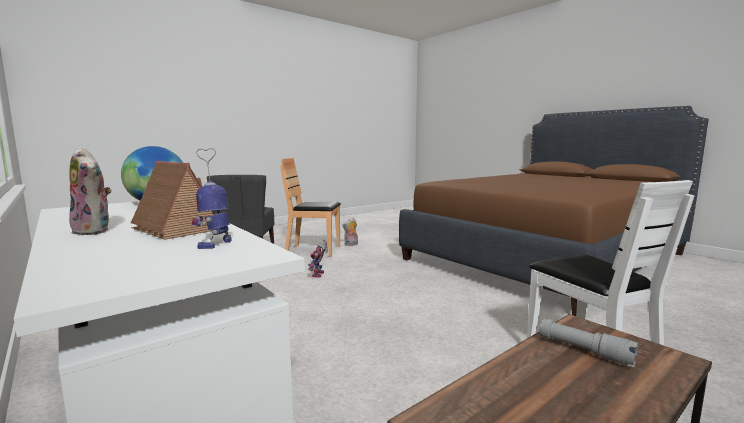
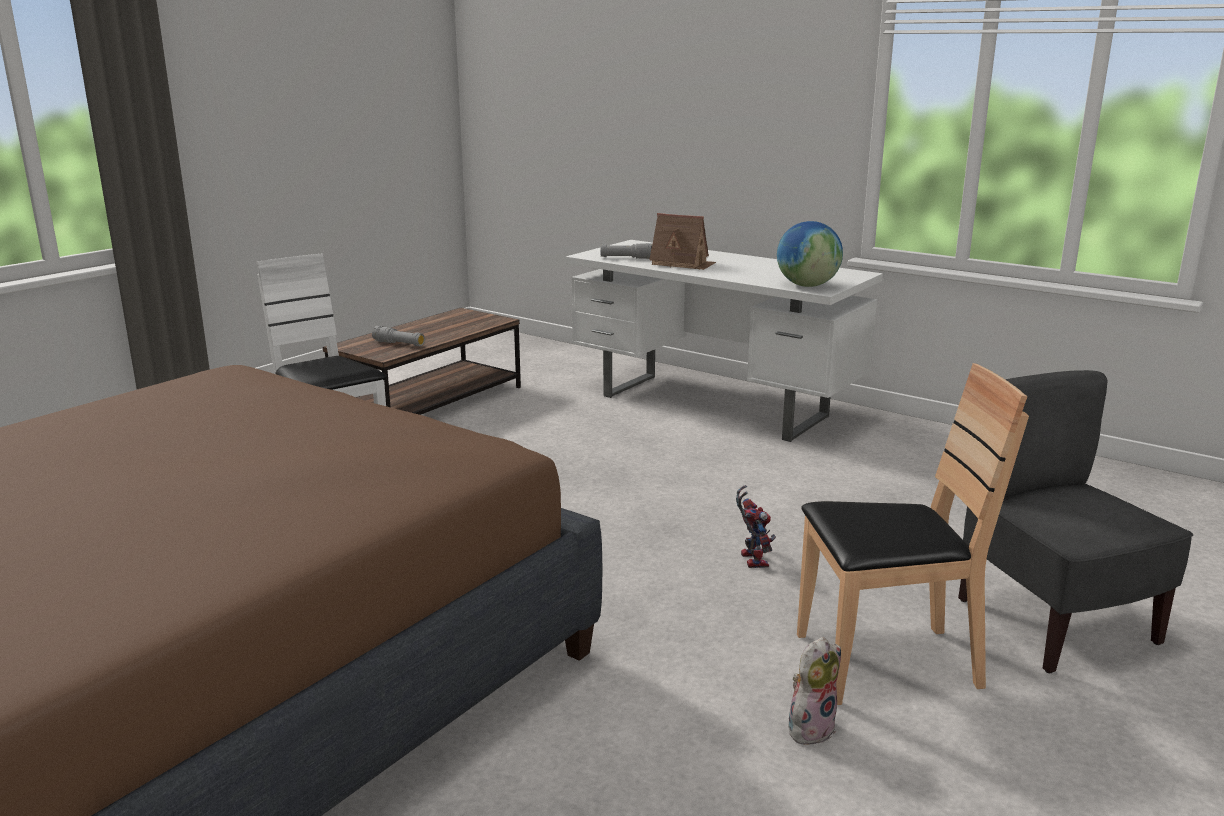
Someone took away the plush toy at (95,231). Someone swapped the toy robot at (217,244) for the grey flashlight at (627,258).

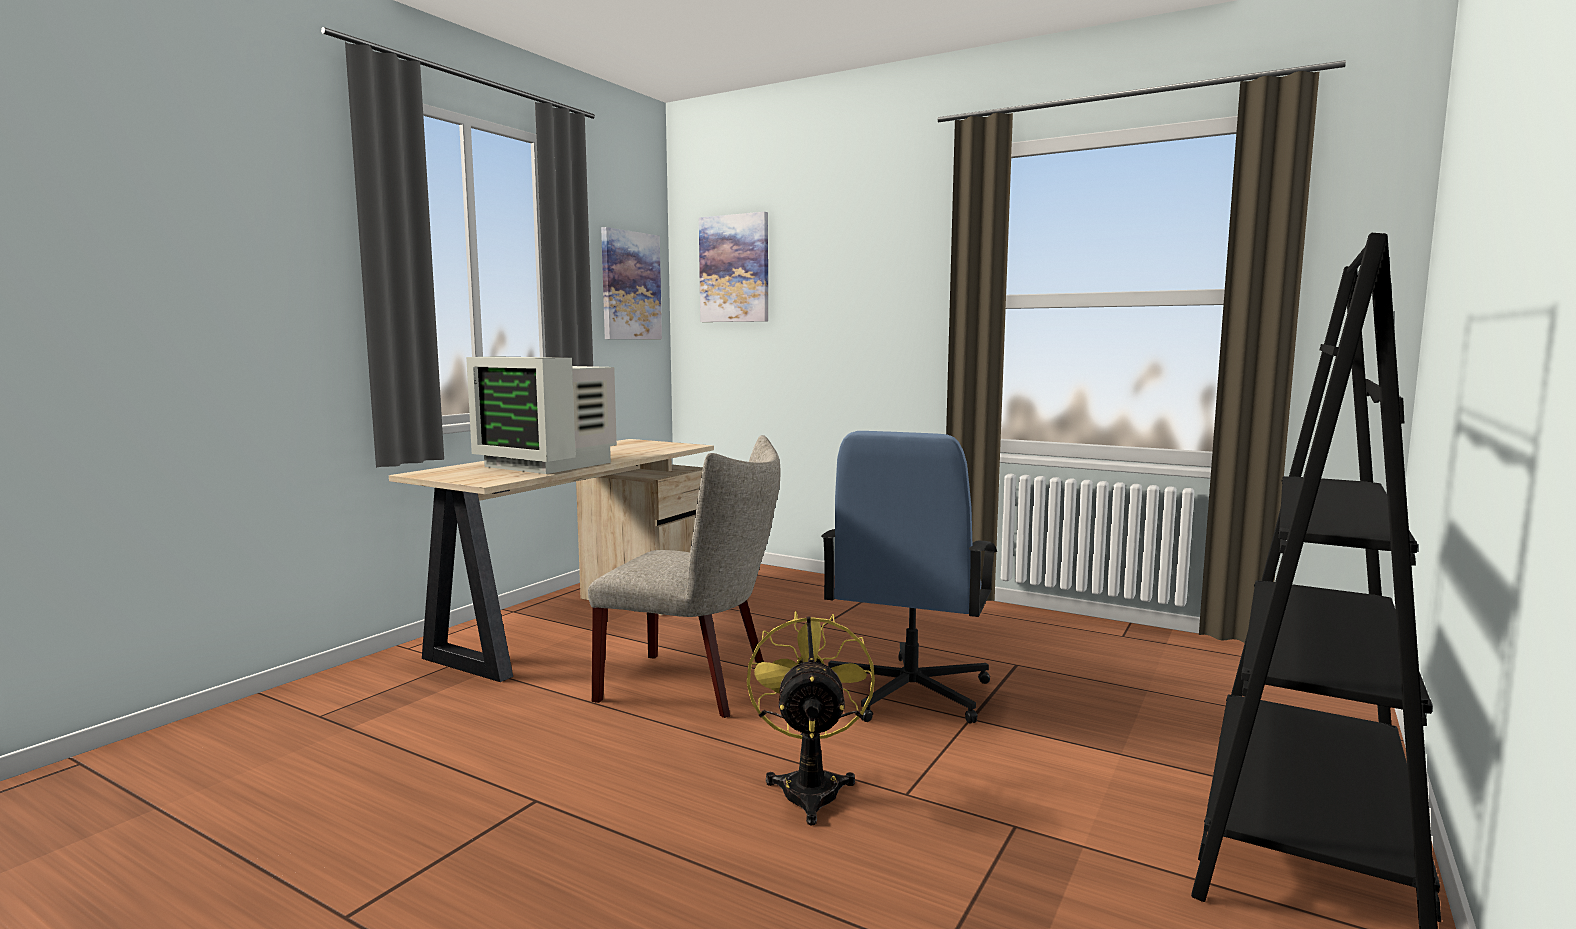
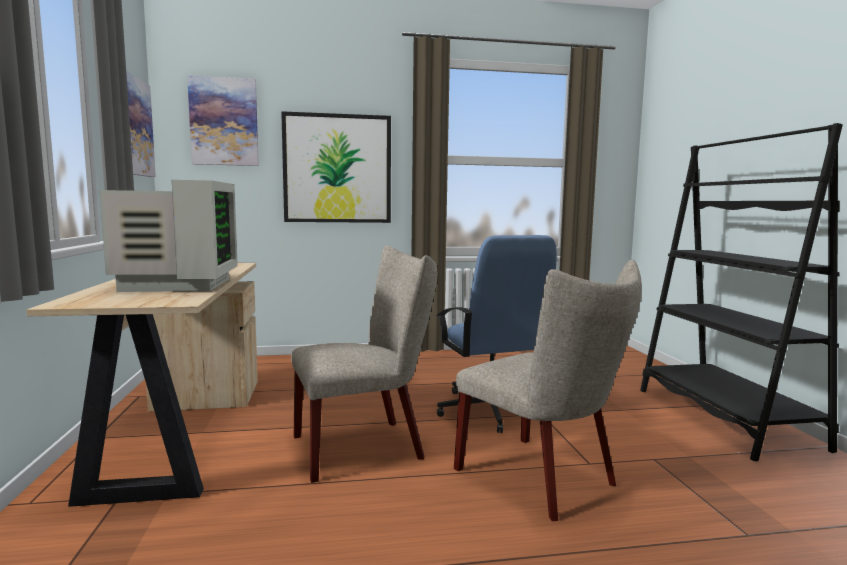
Someone put up the picture at (337,169). Someone swapped the yellow fan at (810,786) for the beige chair at (543,479). Someone rotated the monitor at (549,464) by 90 degrees counterclockwise.

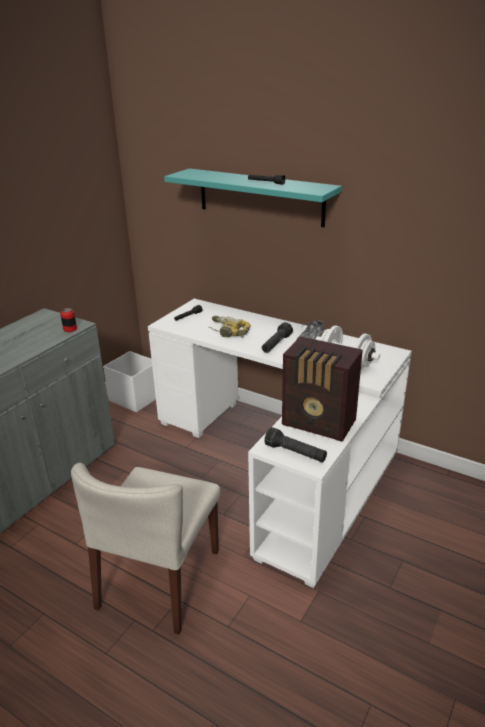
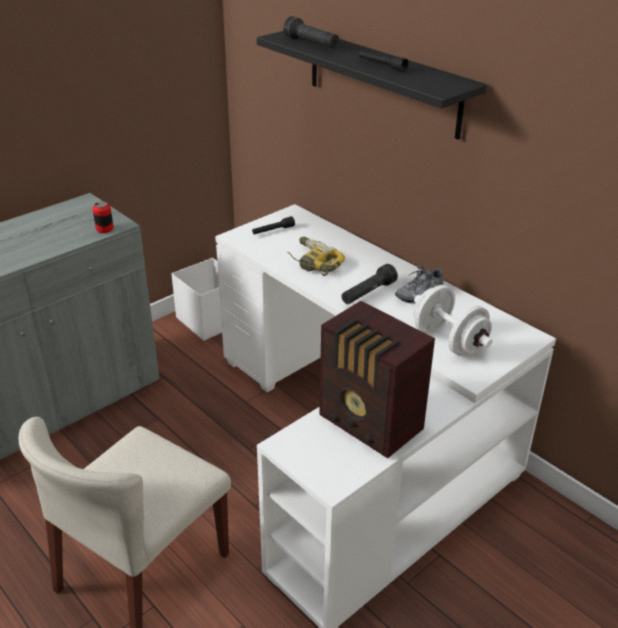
Someone carried the black flashlight from (295,453) to (312,44). Someone repainted the turquoise shelf at (260,197), which became the black shelf at (382,81).

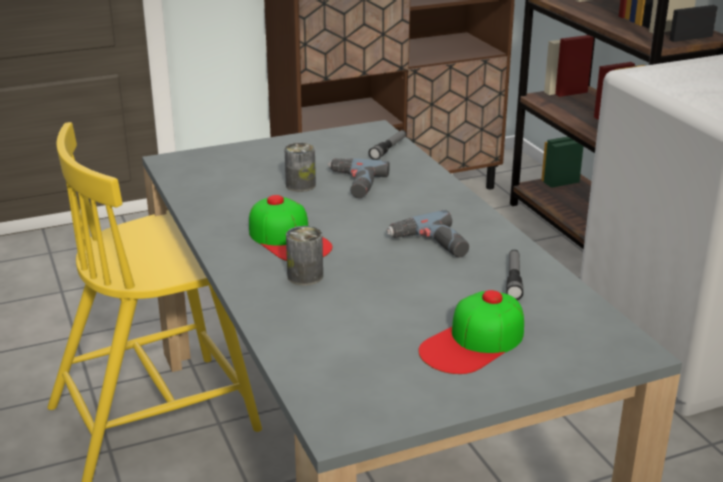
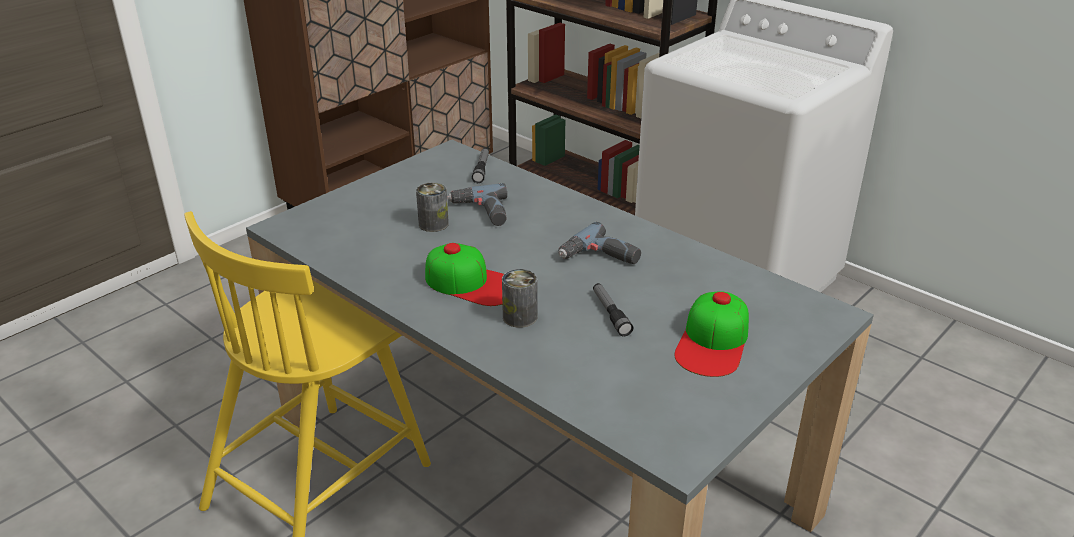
Someone carried the flashlight from (513,280) to (610,314).

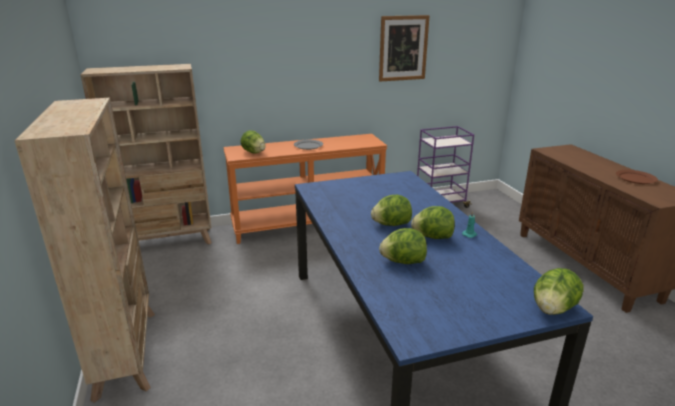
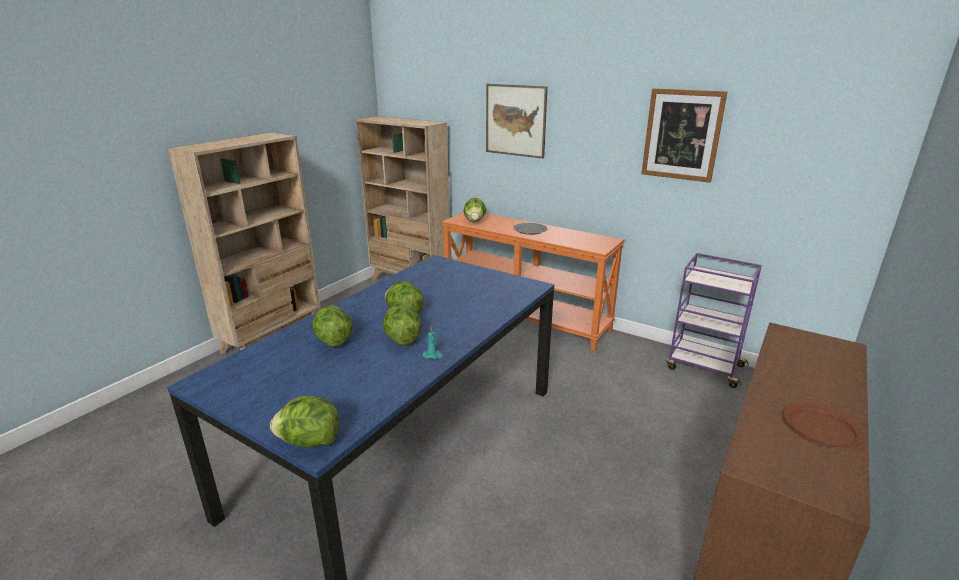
Someone put up the picture at (515,120).

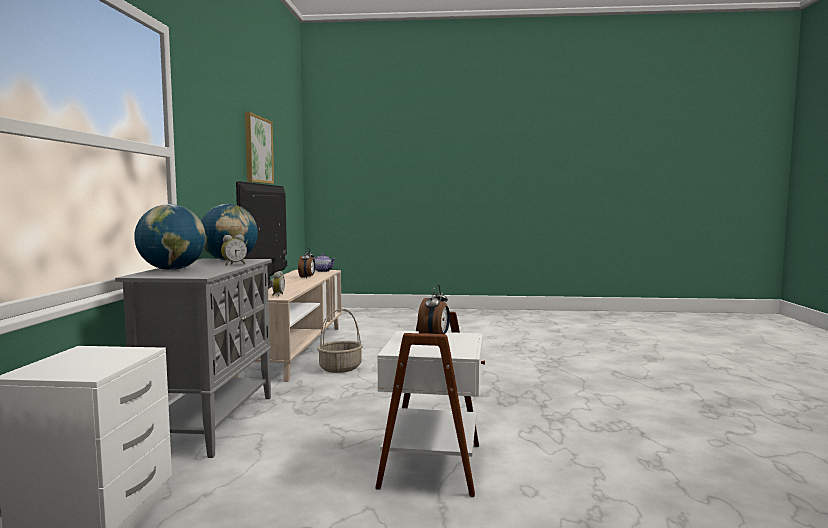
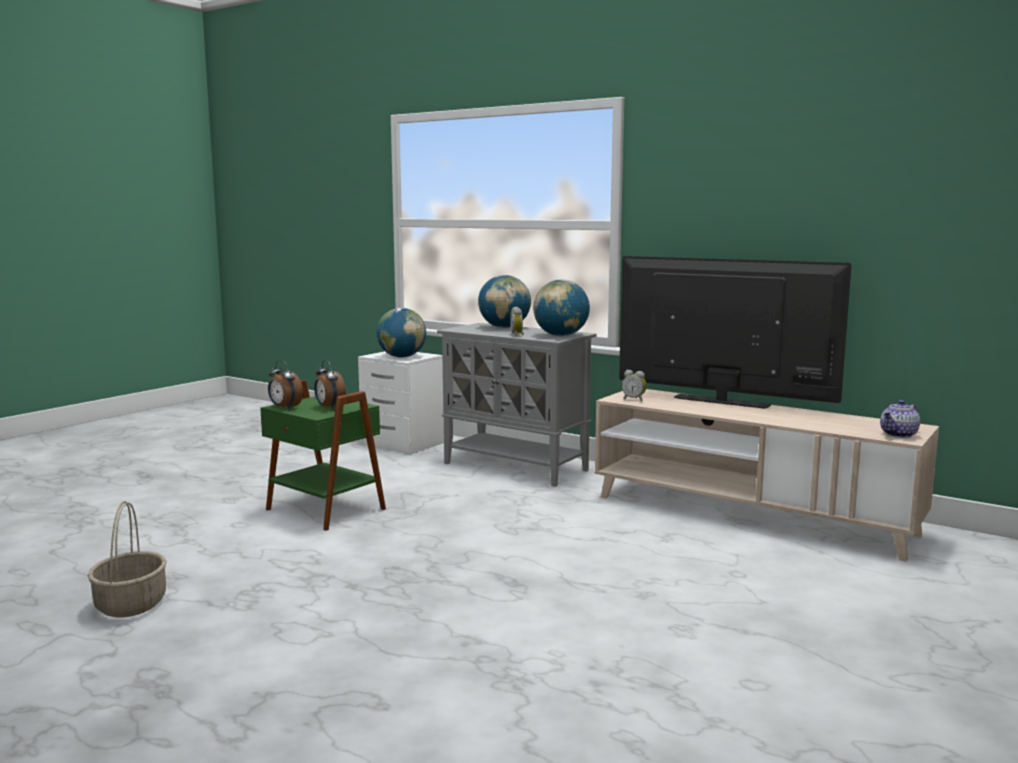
Someone took away the picture at (258,150). Someone put down the globe at (402,357). Someone carried the alarm clock from (307,277) to (284,408). Someone carried the basket from (340,368) to (130,604). Someone repainted the white side table at (434,465), which became the green side table at (324,510).

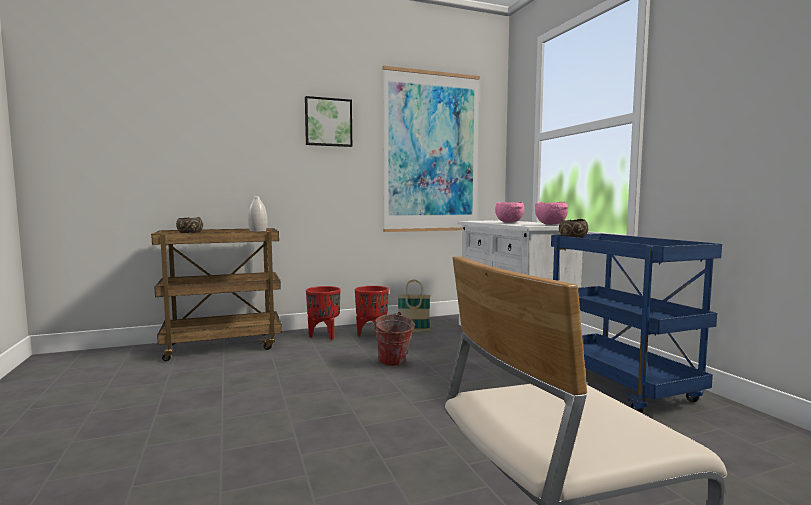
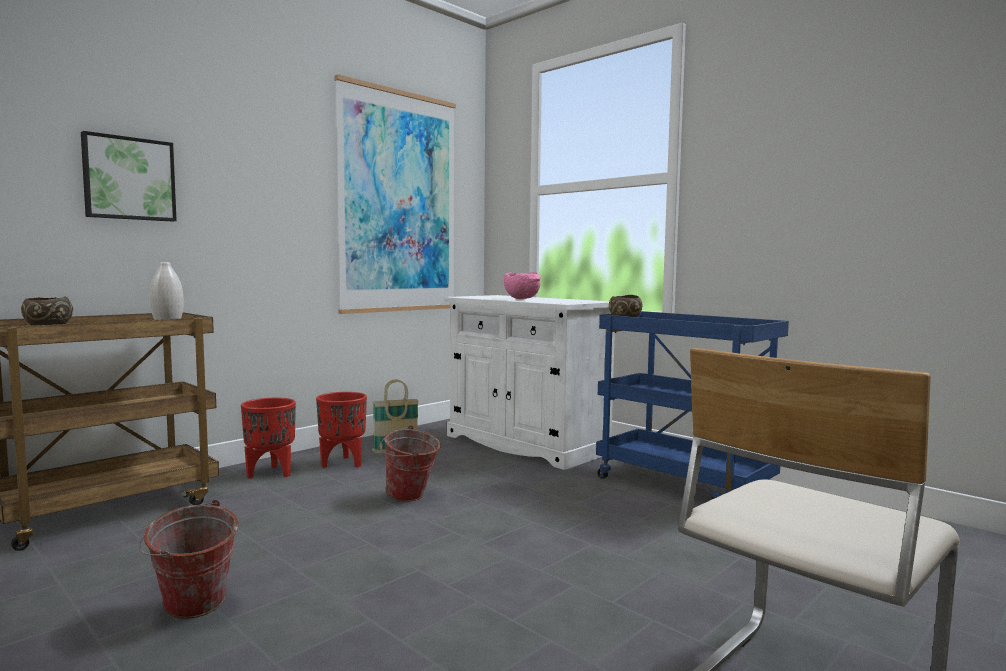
Someone took away the pink bowl at (551,224). Someone put down the bucket at (192,612). Someone carried the picture from (328,122) to (129,179).

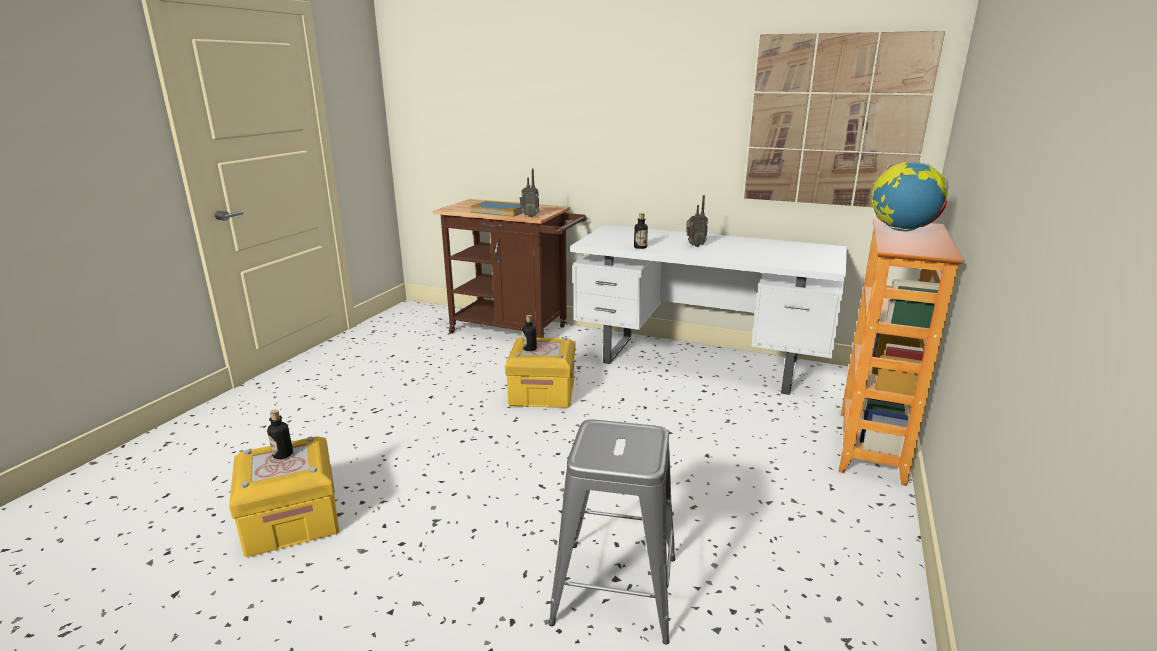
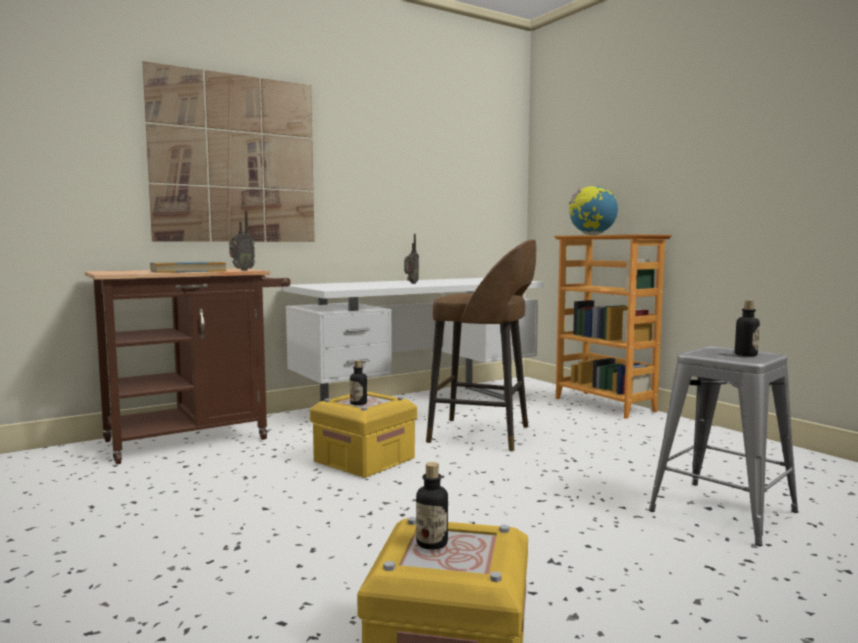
Someone put down the brown stool at (483,435). Someone carried the bottle from (640,247) to (746,355). Someone carried the picture from (835,122) to (235,159).

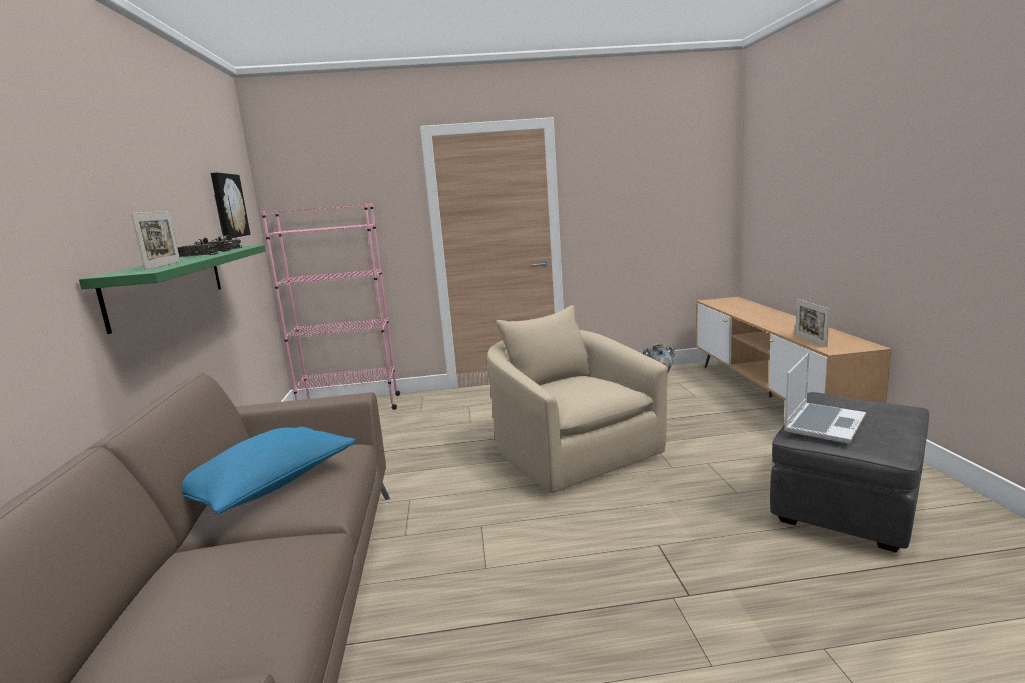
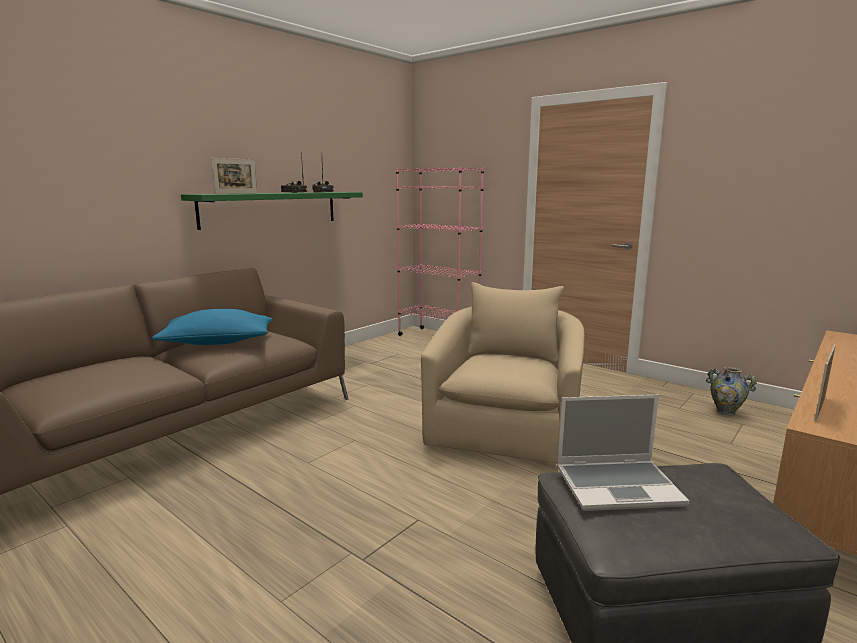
Someone took away the picture at (228,206).

